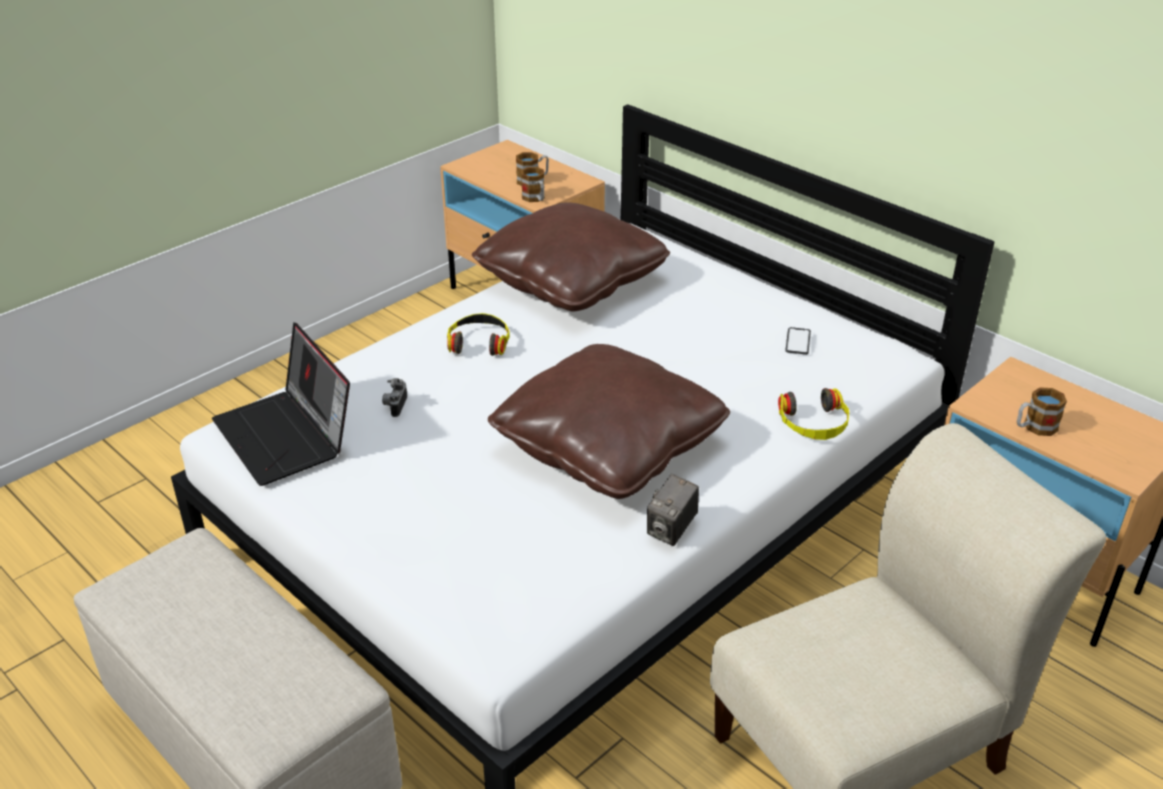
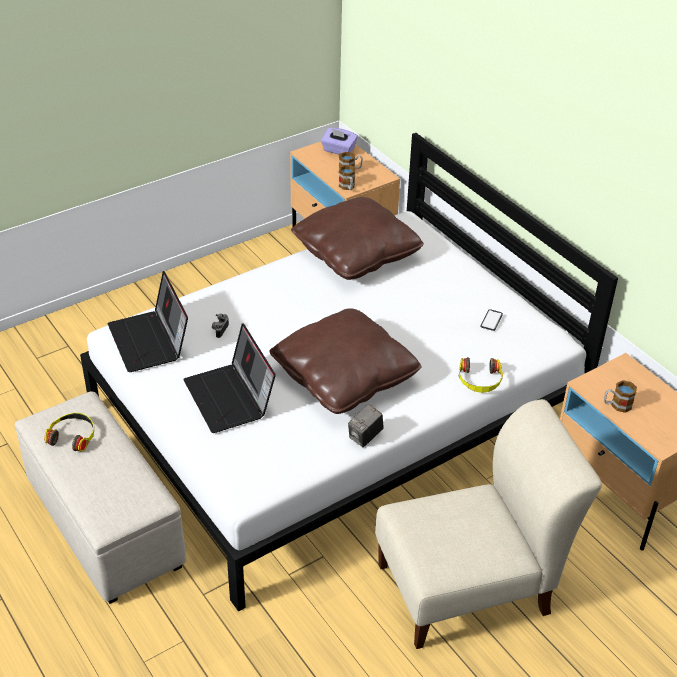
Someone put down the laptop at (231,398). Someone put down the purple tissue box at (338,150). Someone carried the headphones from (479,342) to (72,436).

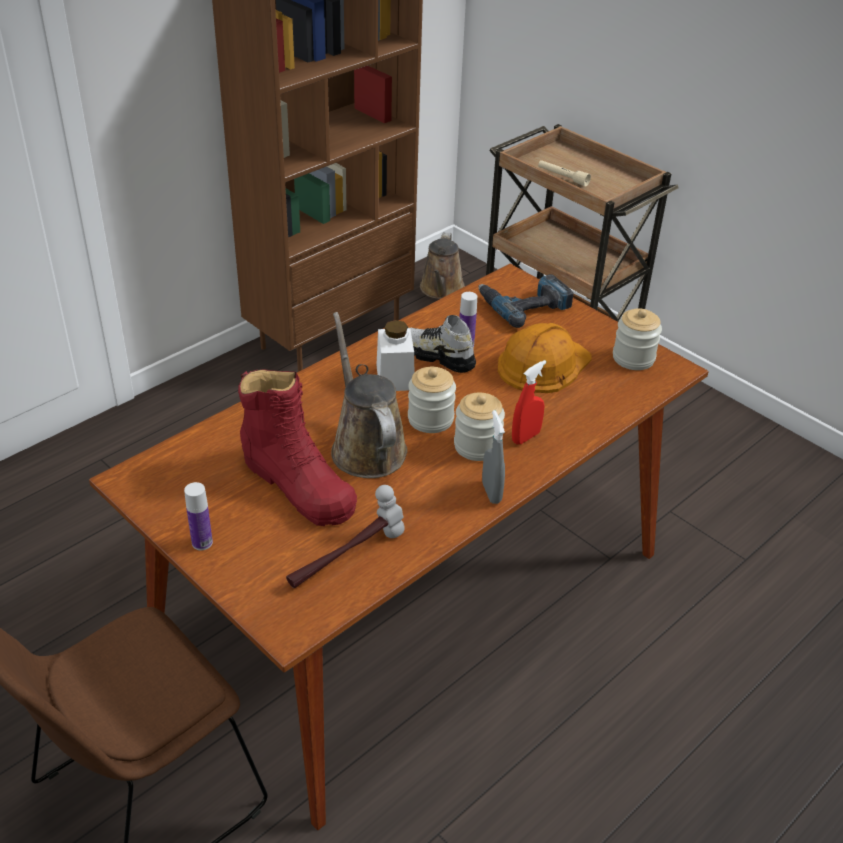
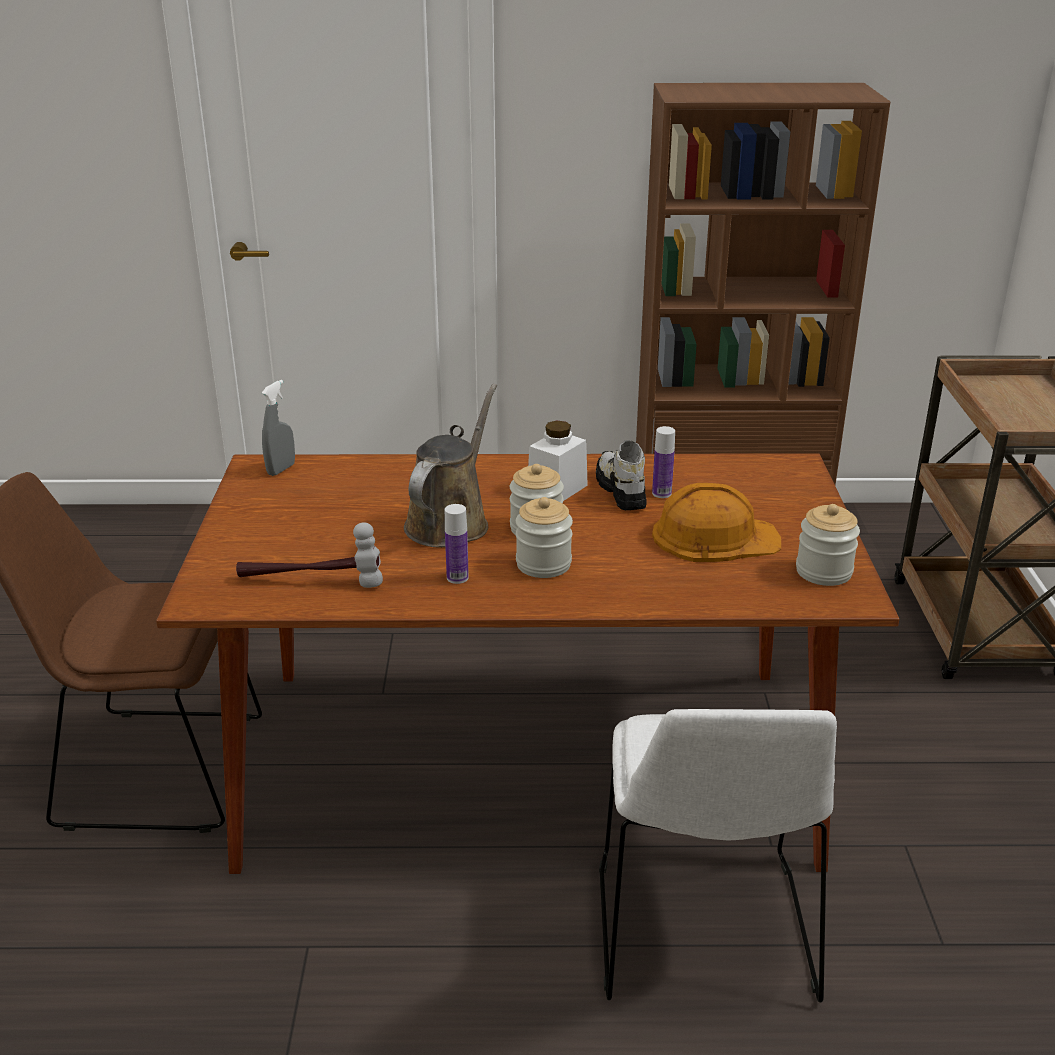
Someone took away the red boot at (298,484). Someone took away the brown watering can at (441,290). Someone took away the power drill at (524,304). Someone took away the red spray bottle at (525,437). Someone took away the beige flashlight at (562,177). Someone put down the white chair at (703,935). Someone carried the bottle from (202,543) to (457,578). Someone carried the grey spray bottle from (491,493) to (281,469).

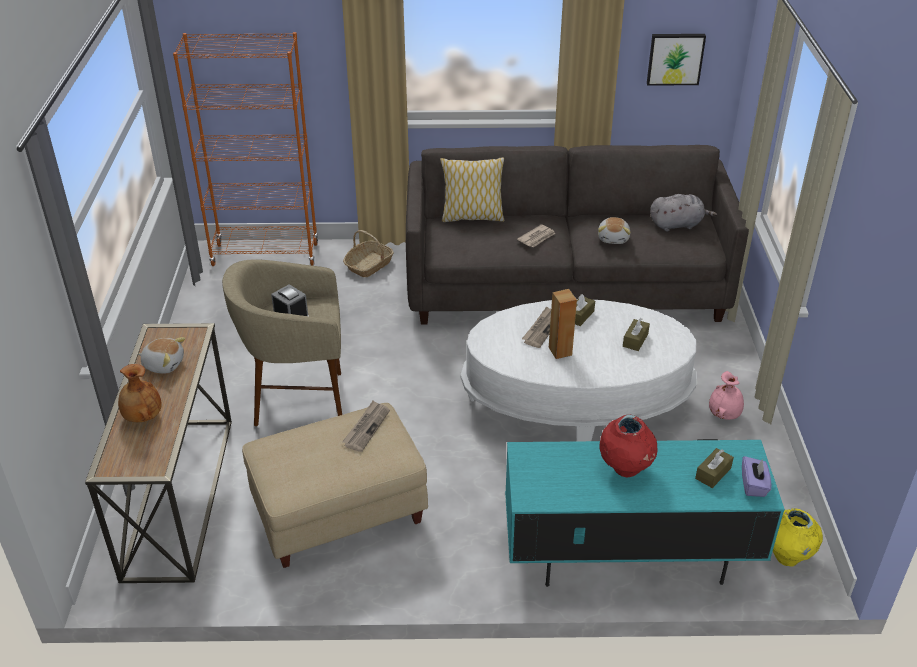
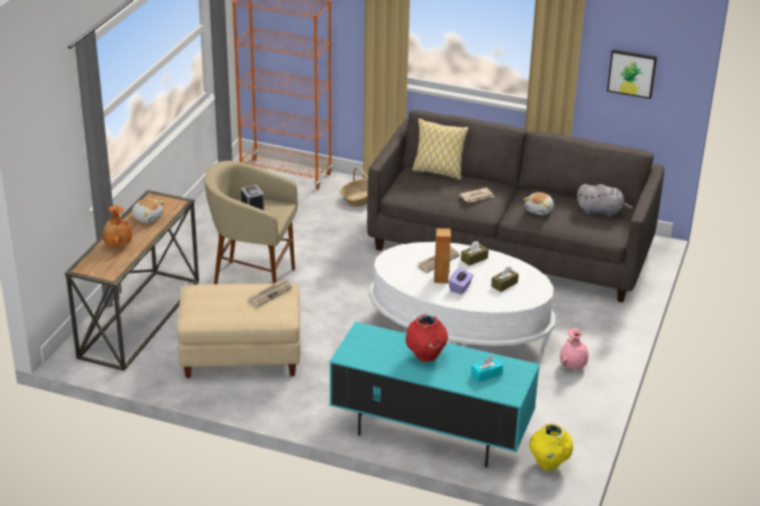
Someone carried the purple tissue box from (753,485) to (460,287). Someone repainted the brown tissue box at (713,473), which became the turquoise tissue box at (486,374).

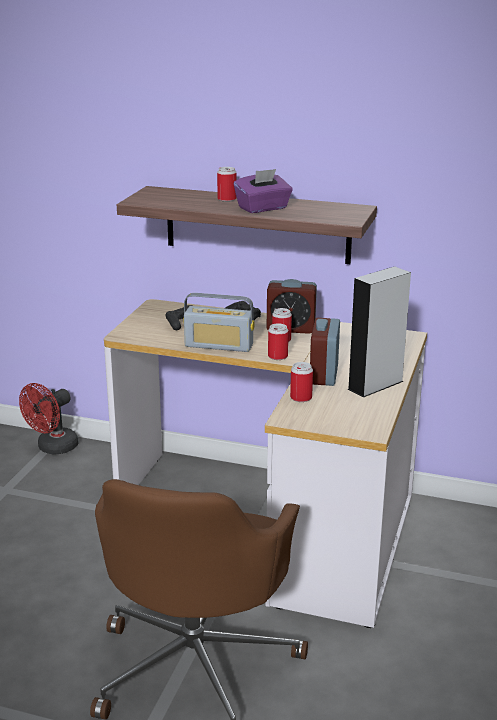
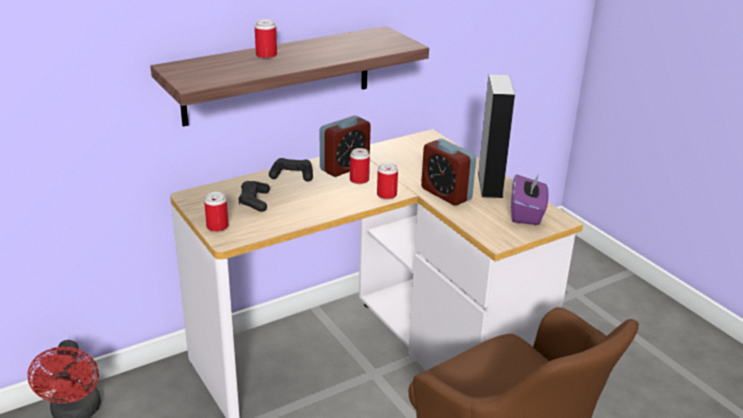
Someone took away the radio at (219,345). Someone carried the purple tissue box from (263,208) to (527,213). Someone carried the can from (301,398) to (217,227).

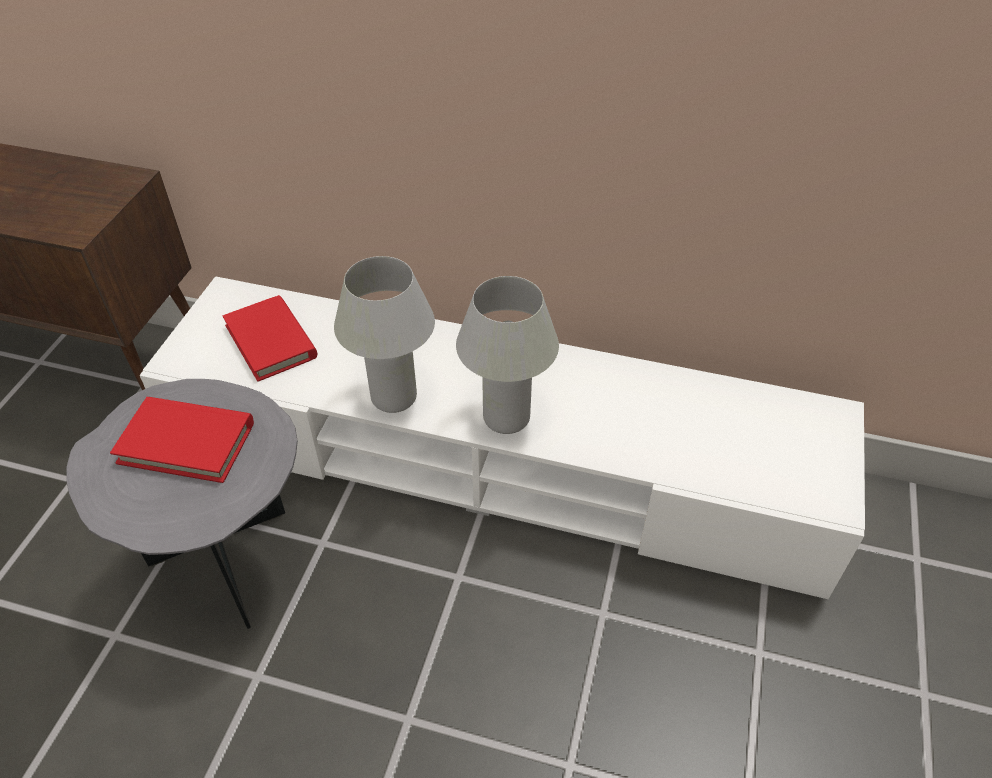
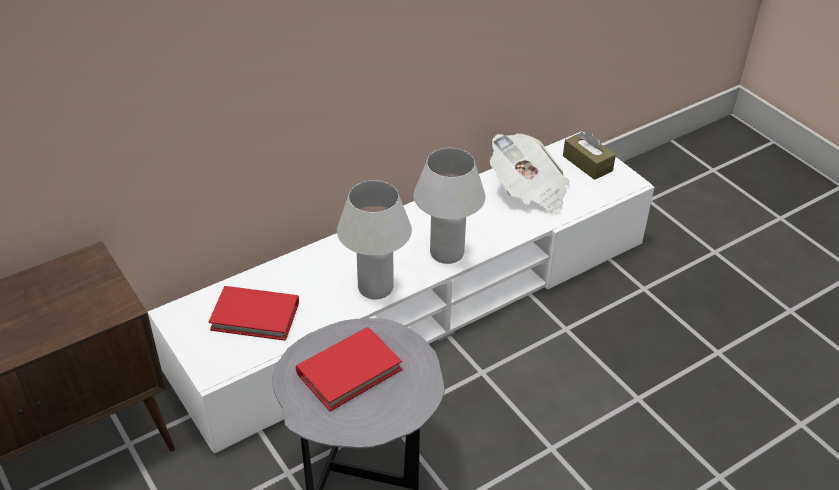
Someone put down the newspaper at (529,191). Someone put down the brown tissue box at (587,163).

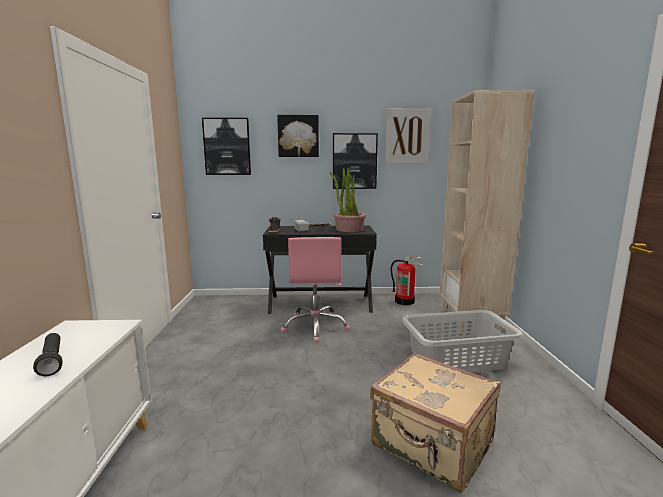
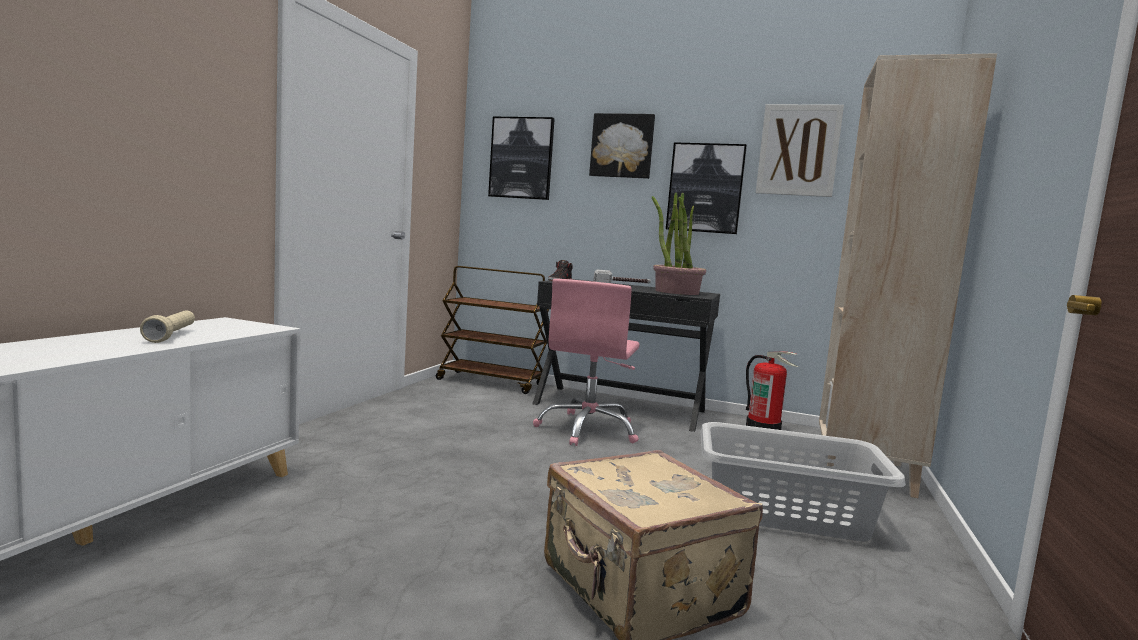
Someone put down the brown cart at (492,382). Someone repainted the black flashlight at (52,361), which became the beige flashlight at (171,336).

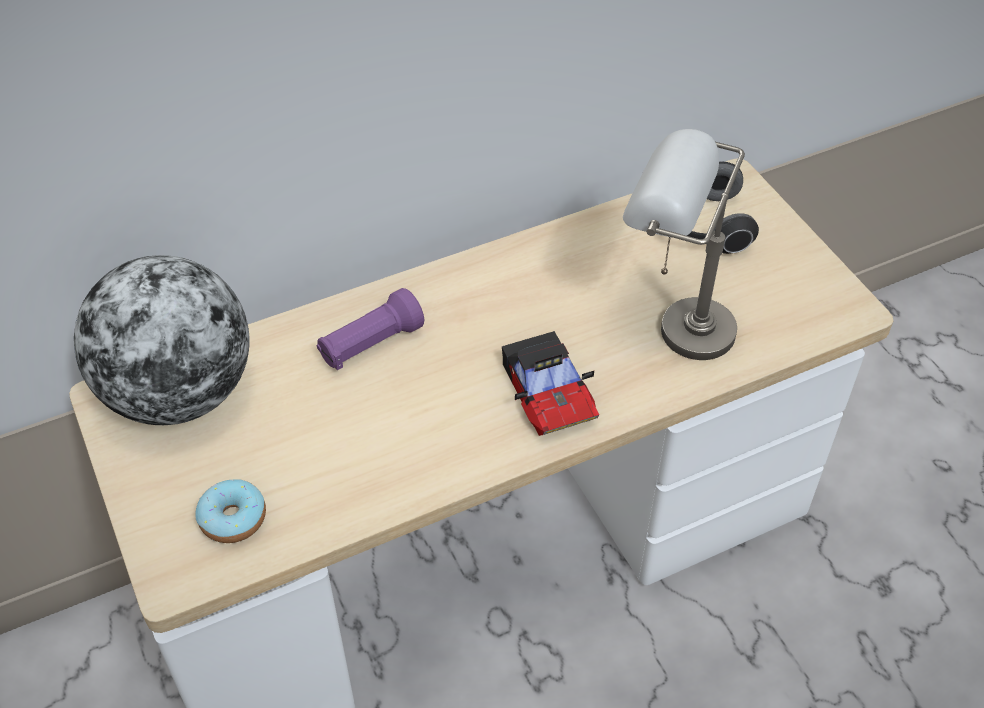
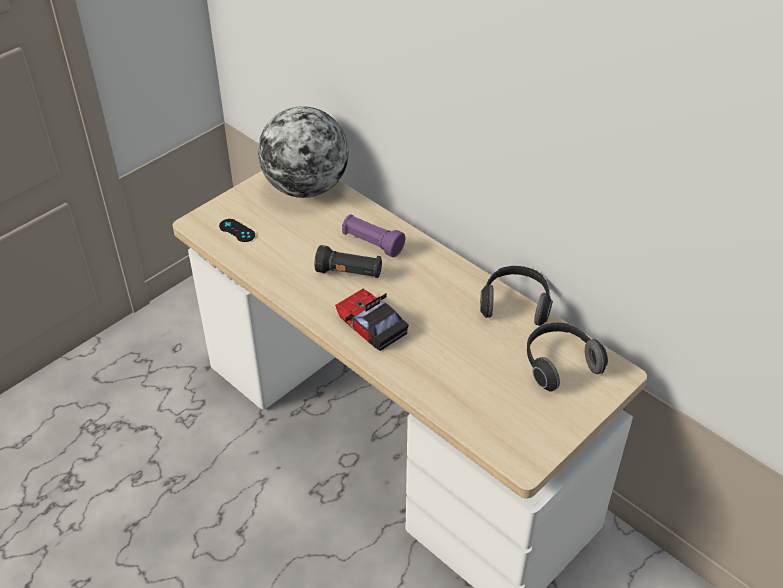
Someone took away the grey table lamp at (671,326). Someone put down the black flashlight at (349,273). Someone put down the headphones at (515,304). Someone swapped the donut at (233,518) for the black game controller at (237,230). Someone rotated the toy car at (548,393) by 90 degrees clockwise.

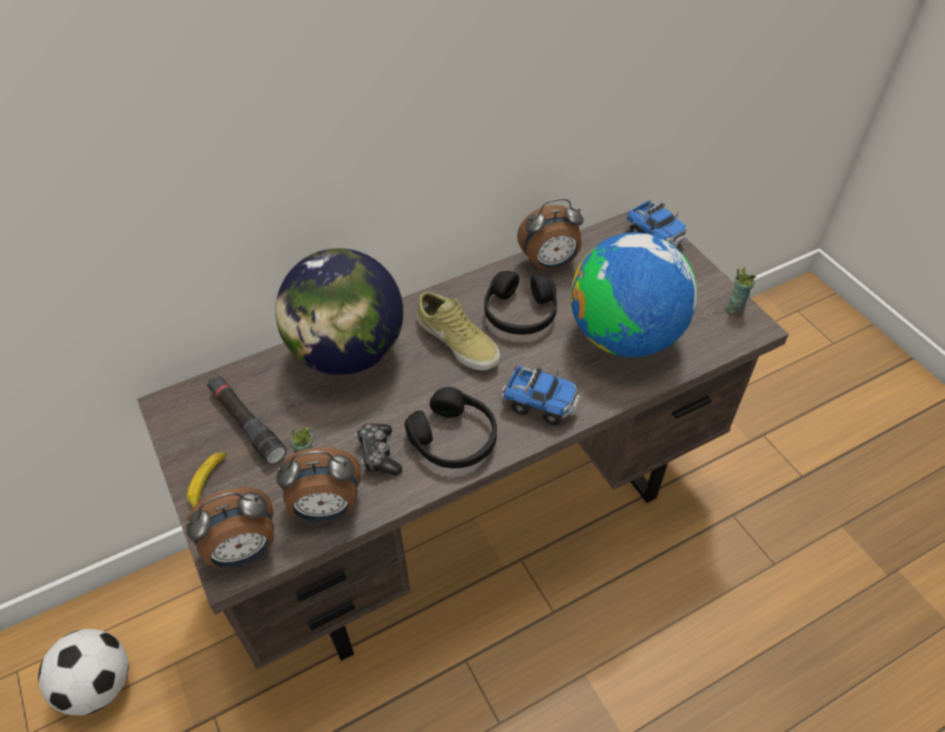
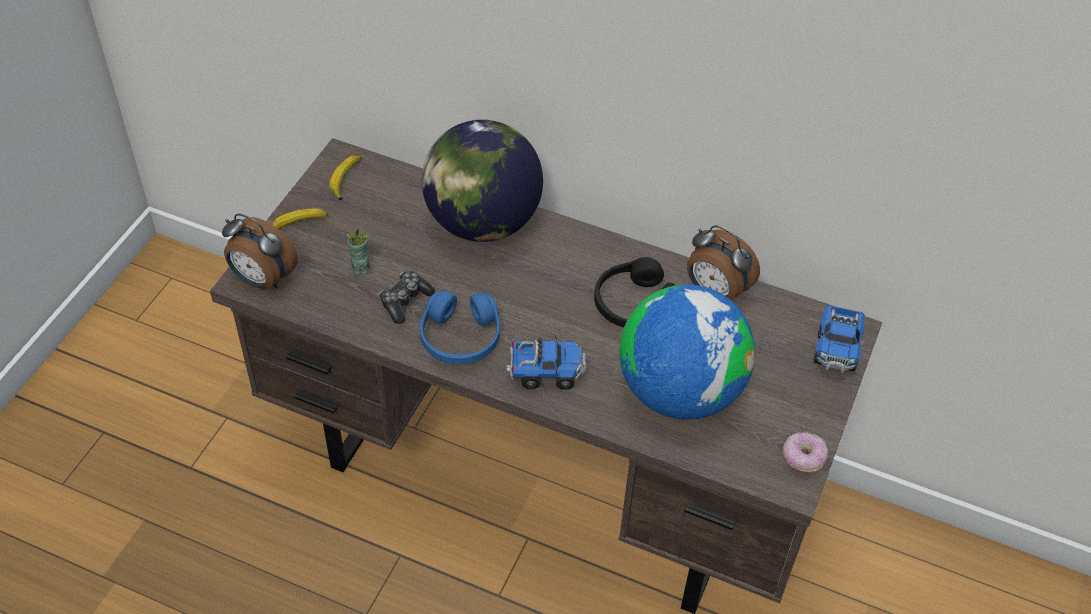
Someone took away the football at (98,684). Someone took away the black flashlight at (246,424). Someone took away the alarm clock at (326,509). Someone took away the beige shoe at (459,340). Someone put down the banana at (346,180). Someone swapped the cup at (735,308) for the donut at (803,458). Someone repainted the black headphones at (454,438), which became the blue headphones at (460,337). Someone rotated the toy truck at (540,404) by 75 degrees counterclockwise.

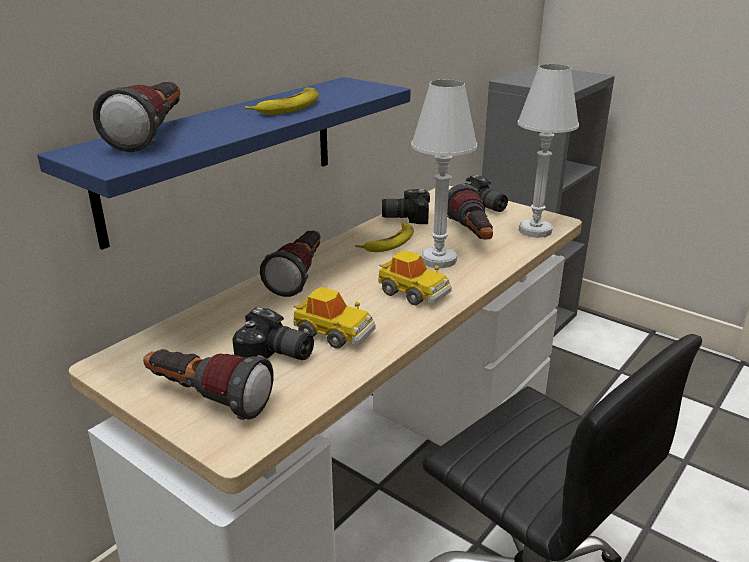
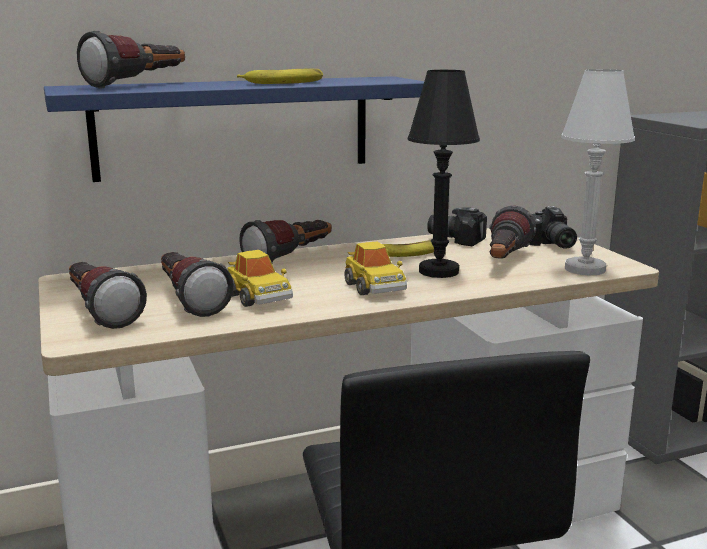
Someone swapped the photo camera at (275,357) for the flashlight at (188,301). Someone repainted the white table lamp at (438,260), which became the black table lamp at (438,271).

